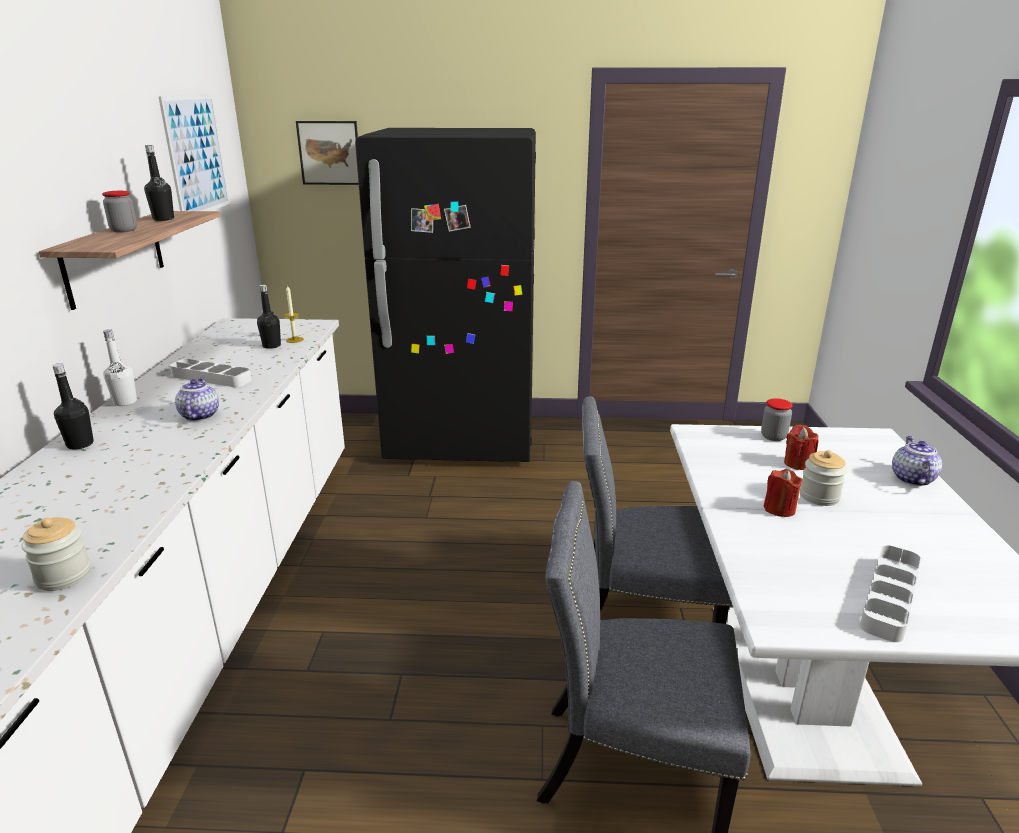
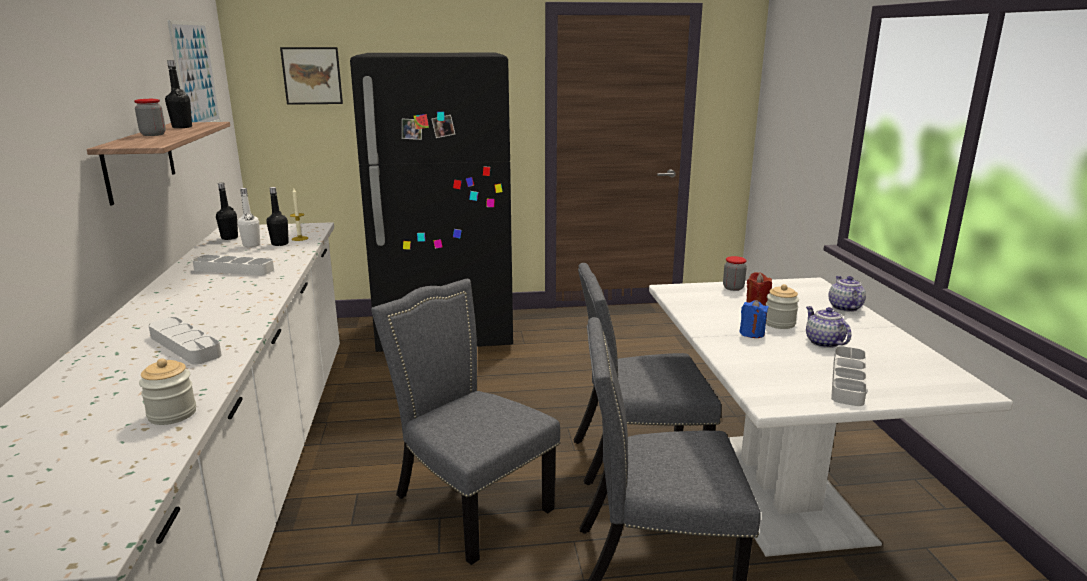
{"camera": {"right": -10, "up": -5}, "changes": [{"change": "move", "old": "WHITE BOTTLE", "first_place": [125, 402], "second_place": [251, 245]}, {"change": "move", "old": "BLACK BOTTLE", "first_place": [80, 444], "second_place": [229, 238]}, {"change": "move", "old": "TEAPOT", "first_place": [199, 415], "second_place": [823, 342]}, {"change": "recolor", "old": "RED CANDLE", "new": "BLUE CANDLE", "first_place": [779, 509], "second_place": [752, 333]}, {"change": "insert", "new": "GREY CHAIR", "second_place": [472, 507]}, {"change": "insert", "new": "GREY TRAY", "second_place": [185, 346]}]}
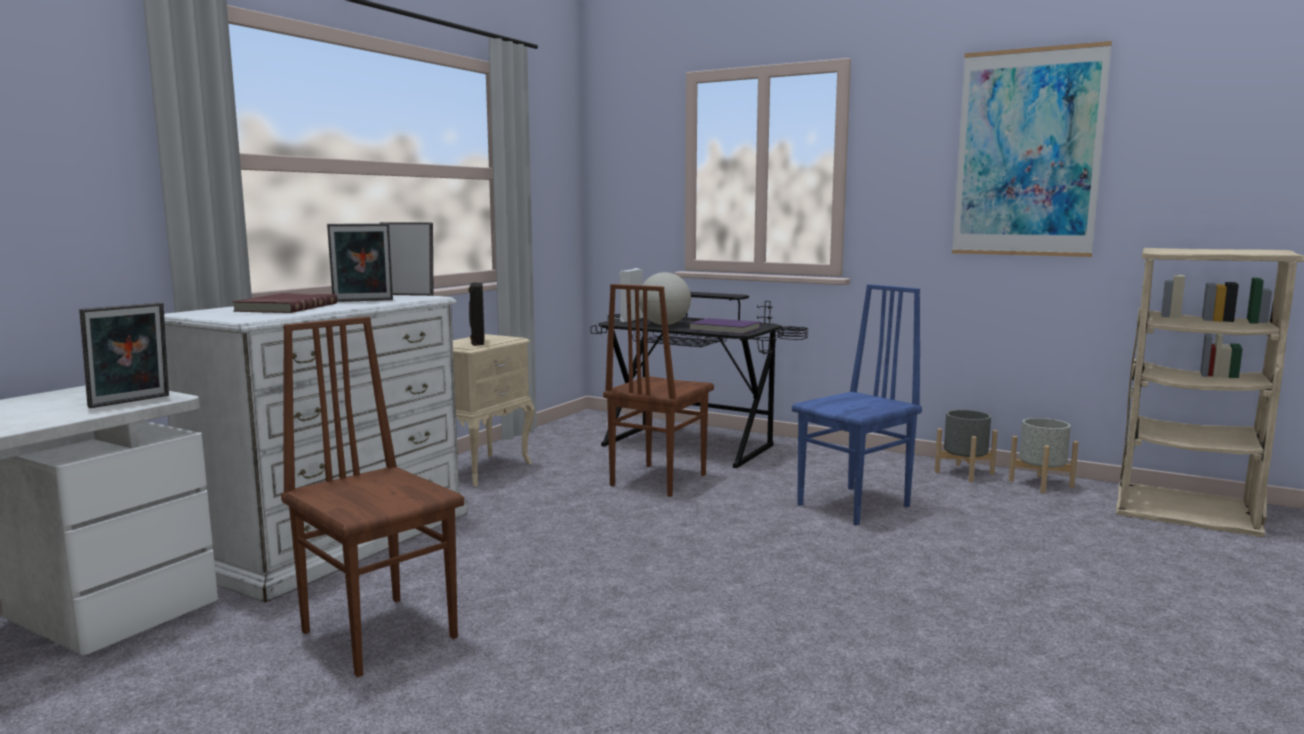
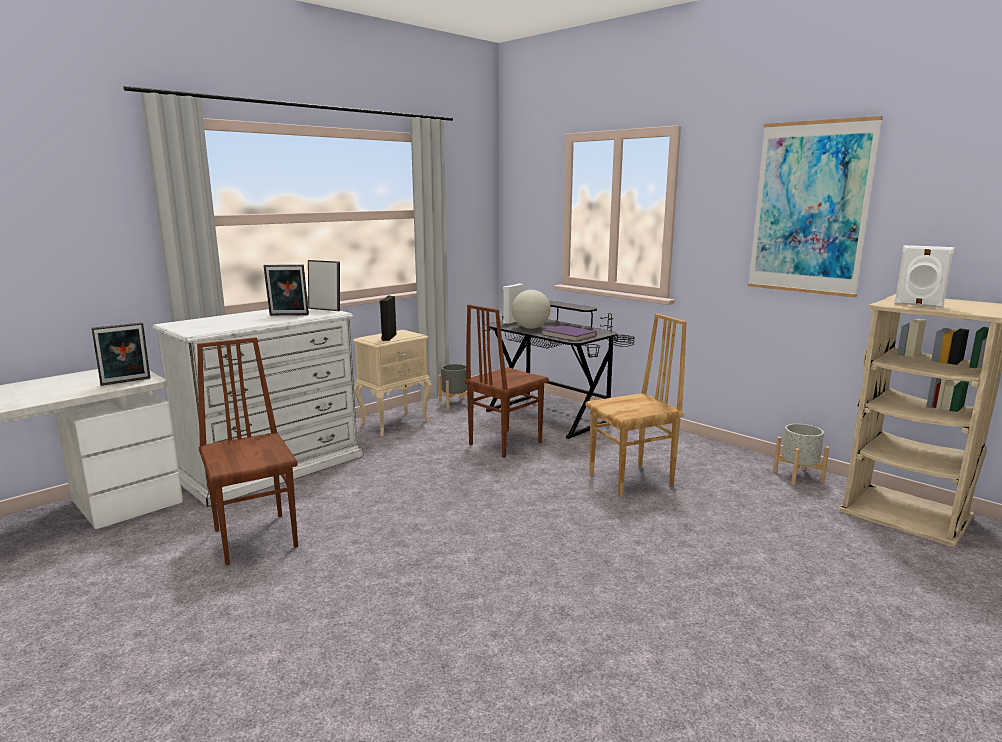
{"camera": {"right": 15, "up": 5}, "changes": [{"change": "recolor", "old": "BLUE CHAIR", "new": "BROWN CHAIR", "first_place": [855, 506], "second_place": [632, 480]}, {"change": "delete", "old": "RED BOOK", "first_place": [285, 307]}, {"change": "move", "old": "GREY PLANTER", "first_place": [964, 473], "second_place": [455, 403]}, {"change": "insert", "new": "WHITE SPEAKER", "second_place": [918, 305]}]}
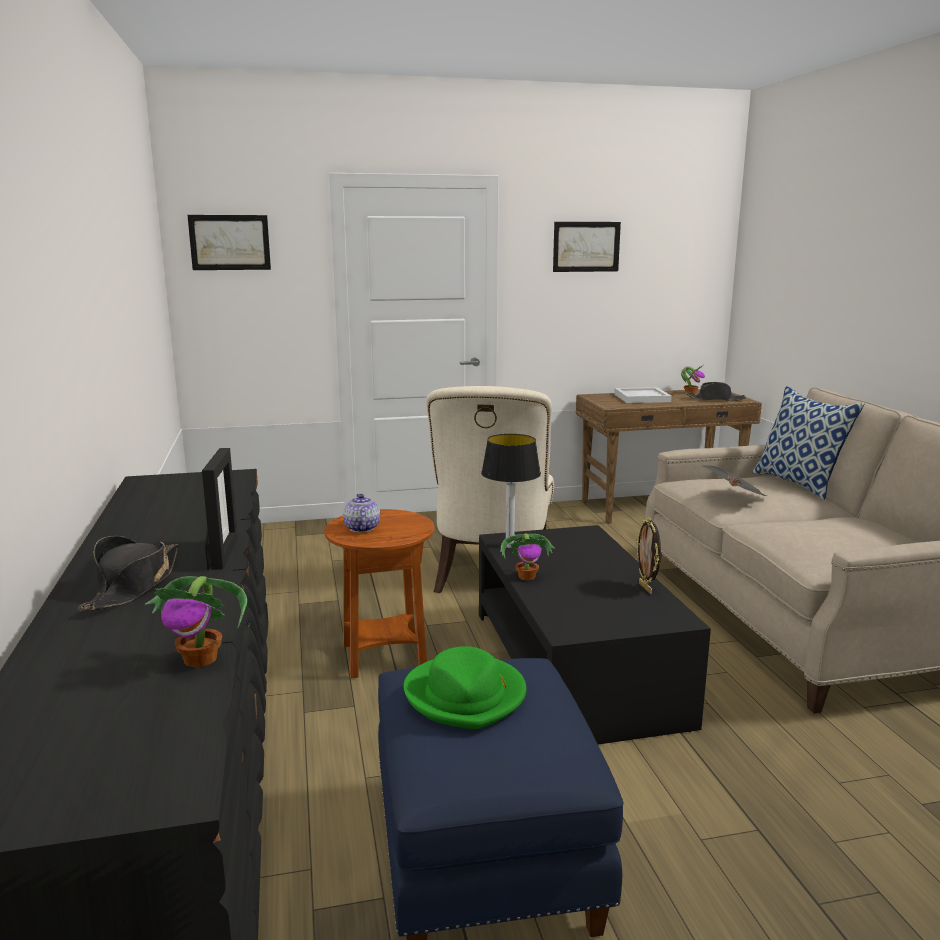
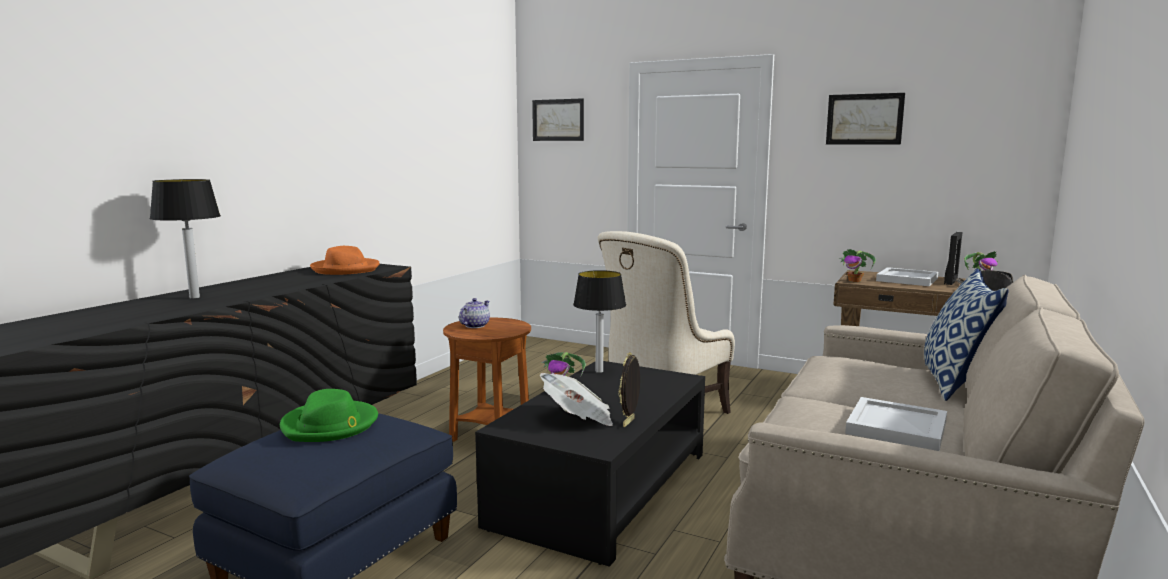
{"camera": {"right": 40, "up": -5}, "changes": [{"change": "move", "old": "PICTURE FRAME", "first_place": [223, 553], "second_place": [950, 281]}, {"change": "move", "old": "NEWSPAPER", "first_place": [735, 498], "second_place": [578, 418]}, {"change": "replace", "old": "BLACK HAT", "new": "TABLE LAMP", "first_place": [133, 586], "second_place": [193, 297]}, {"change": "move", "old": "POTTED PLANT", "first_place": [202, 659], "second_place": [855, 281]}, {"change": "insert", "new": "ORANGE HAT", "second_place": [346, 269]}, {"change": "insert", "new": "WHITE TRAY", "second_place": [898, 427]}]}
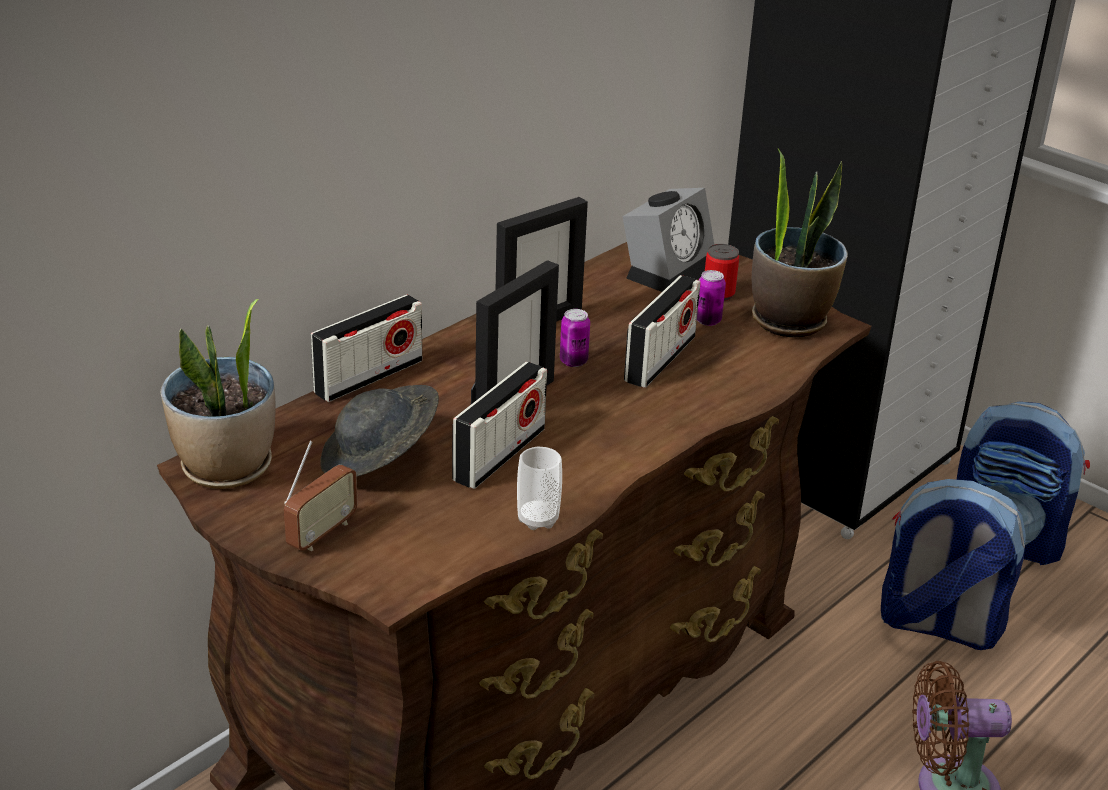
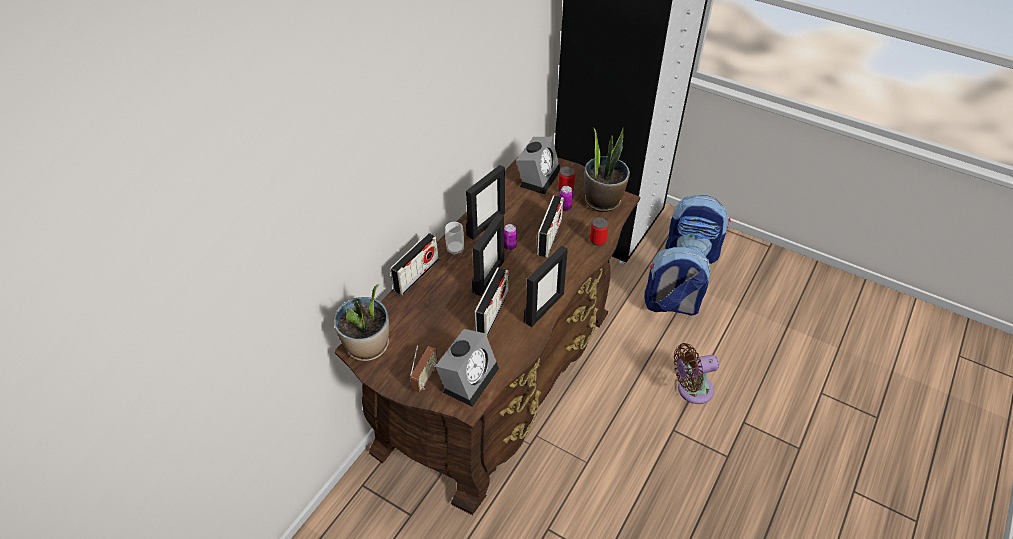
{"camera": {"right": -10, "up": 15}, "changes": [{"change": "delete", "old": "GREY HAT", "first_place": [379, 459]}, {"change": "move", "old": "CUP", "first_place": [538, 519], "second_place": [455, 249]}, {"change": "insert", "new": "CAN", "second_place": [598, 240]}, {"change": "insert", "new": "PICTURE FRAME", "second_place": [544, 308]}, {"change": "insert", "new": "ALARM CLOCK", "second_place": [469, 377]}]}
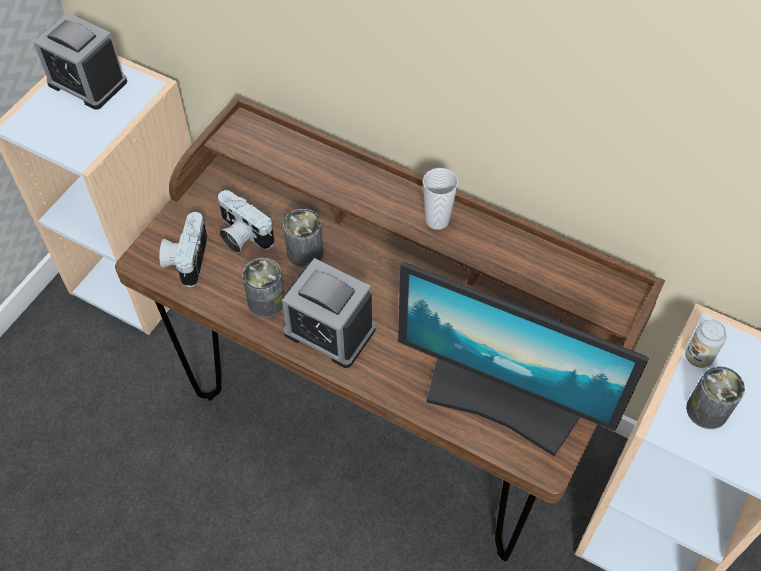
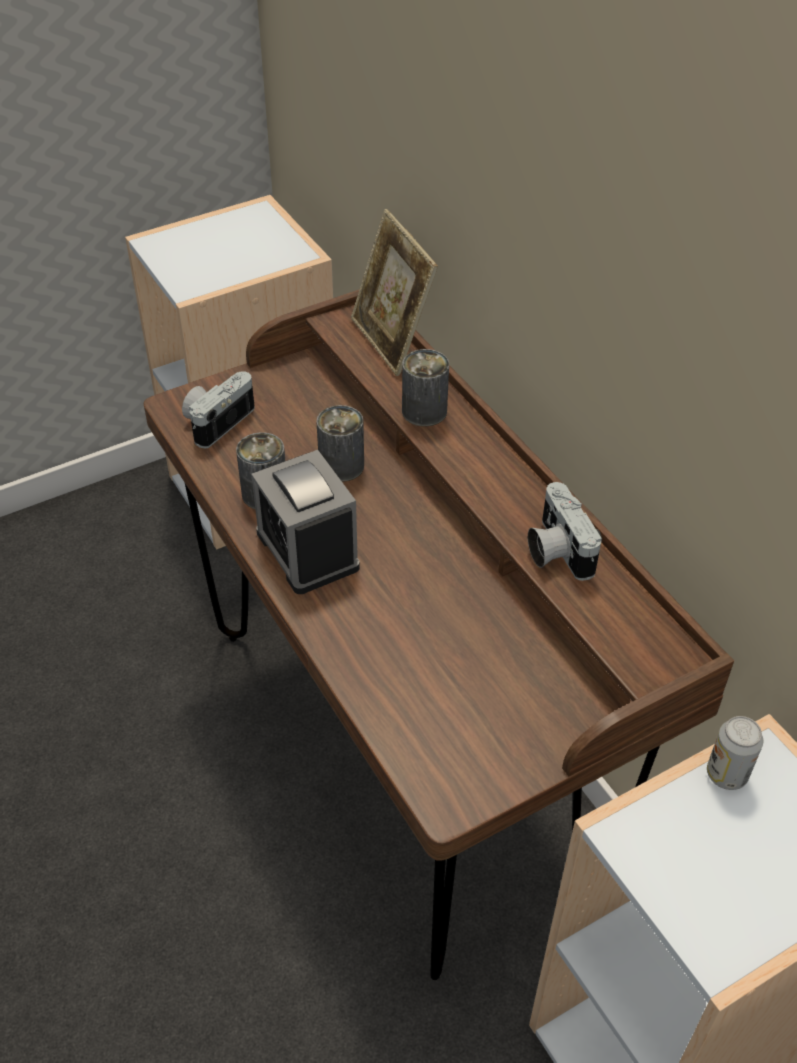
{"camera": {"right": 30, "up": -10}, "changes": [{"change": "delete", "old": "ALARM CLOCK", "first_place": [87, 82]}, {"change": "delete", "old": "CUP", "first_place": [437, 220]}, {"change": "move", "old": "PHOTO CAMERA", "first_place": [241, 235], "second_place": [555, 550]}, {"change": "delete", "old": "MONITOR", "first_place": [502, 400]}, {"change": "move", "old": "CAN", "first_place": [707, 410], "second_place": [424, 411]}, {"change": "insert", "new": "PICTURE FRAME", "second_place": [391, 342]}]}
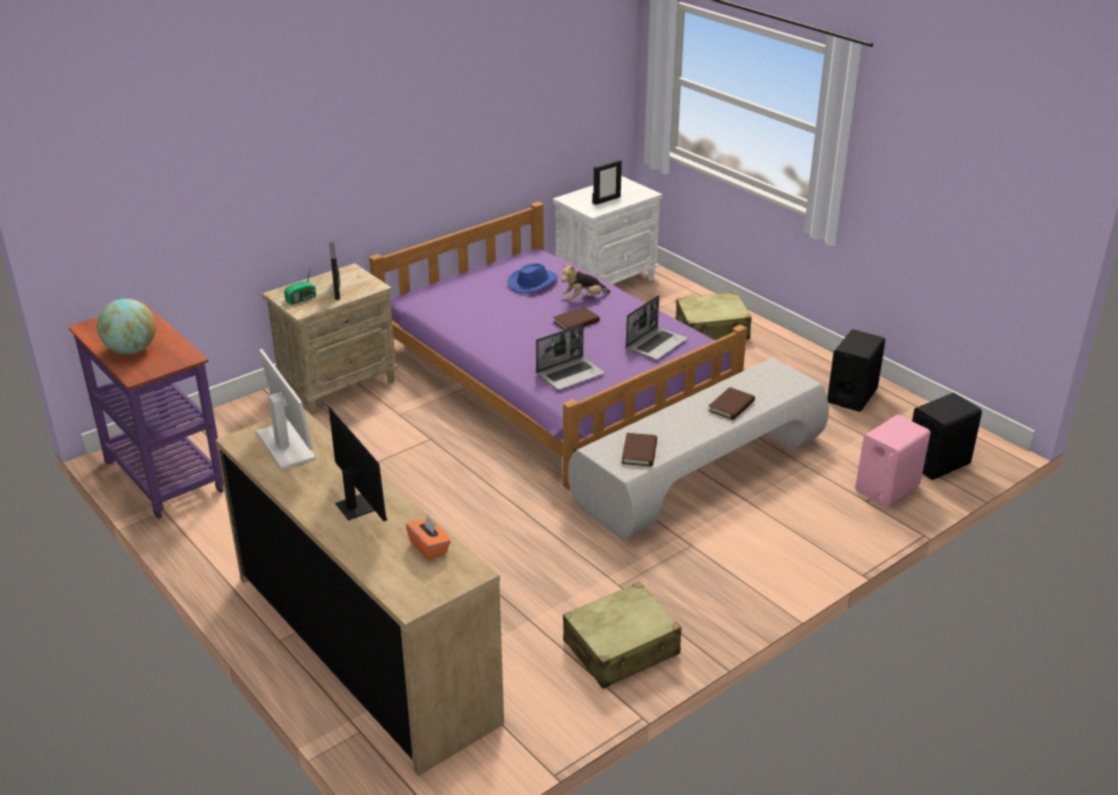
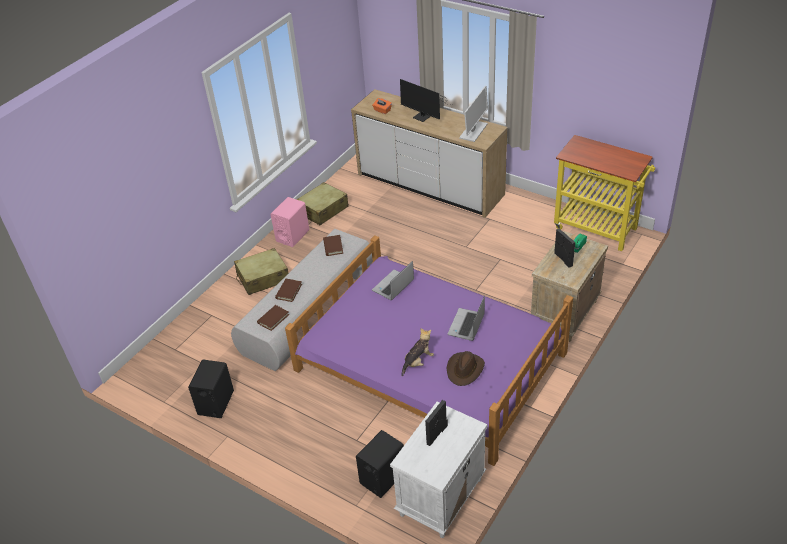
{"camera": {"right": 165, "up": 10}, "changes": [{"change": "recolor", "old": "BLUE HAT", "new": "BROWN HAT", "first_place": [533, 283], "second_place": [465, 369]}, {"change": "move", "old": "BEIGE SUITCASE", "first_place": [712, 330], "second_place": [263, 278]}, {"change": "move", "old": "LAPTOP", "first_place": [656, 344], "second_place": [466, 325]}, {"change": "delete", "old": "GLOBE", "first_place": [131, 350]}, {"change": "recolor", "old": "PURPLE CART", "new": "YELLOW CART", "first_place": [163, 476], "second_place": [596, 229]}, {"change": "move", "old": "BROWN BOOK", "first_place": [576, 322], "second_place": [273, 319]}, {"change": "rotate", "old": "MONITOR", "first_place": [286, 446], "second_place": [473, 131], "degrees": -105}, {"change": "move", "old": "BLACK SPEAKER", "first_place": [937, 463], "second_place": [382, 478]}, {"change": "move", "old": "PINK SPEAKER", "first_place": [887, 488], "second_place": [293, 235]}]}
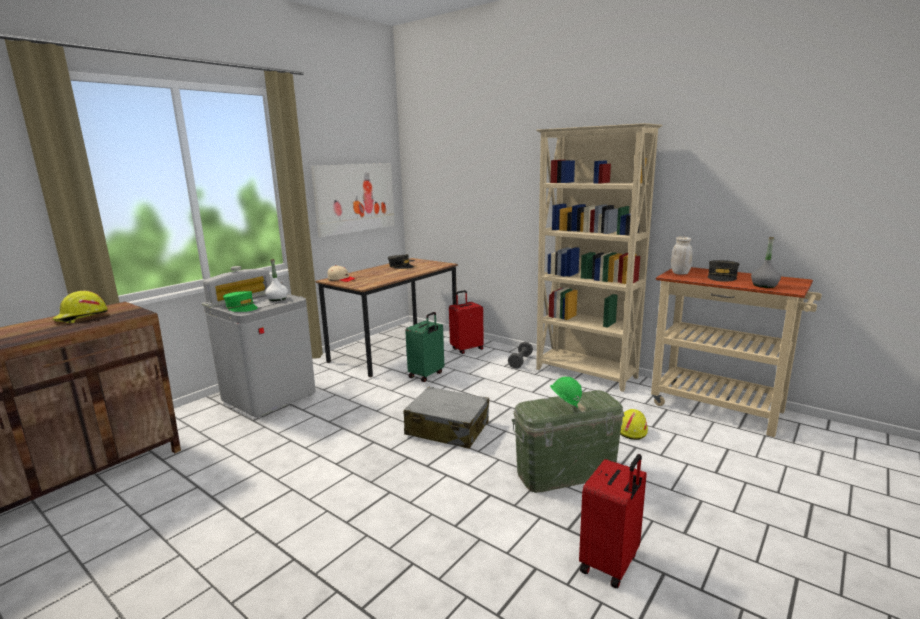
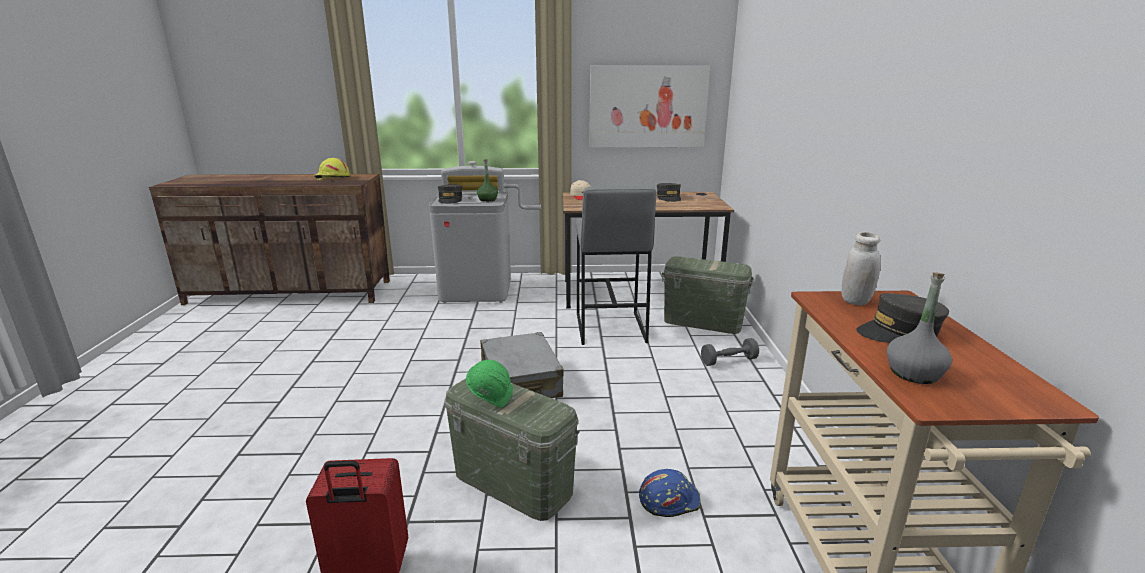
{"camera": {"right": 50, "up": 5}, "changes": [{"change": "delete", "old": "BEIGE BOOKCASE", "first_place": [586, 374]}, {"change": "recolor", "old": "WHITE BOTTLE", "new": "GREEN BOTTLE", "first_place": [277, 299], "second_place": [487, 200]}, {"change": "replace", "old": "RED SUITCASE", "new": "GREEN STORAGE BOX", "first_place": [466, 349], "second_place": [703, 322]}, {"change": "recolor", "old": "GREEN CAP", "new": "GREY CAP", "first_place": [241, 308], "second_place": [450, 200]}, {"change": "replace", "old": "GREEN SUITCASE", "new": "GREY STOOL", "first_place": [427, 375], "second_place": [610, 328]}, {"change": "recolor", "old": "YELLOW HARD HAT", "new": "BLUE HARD HAT", "first_place": [630, 430], "second_place": [668, 499]}]}
